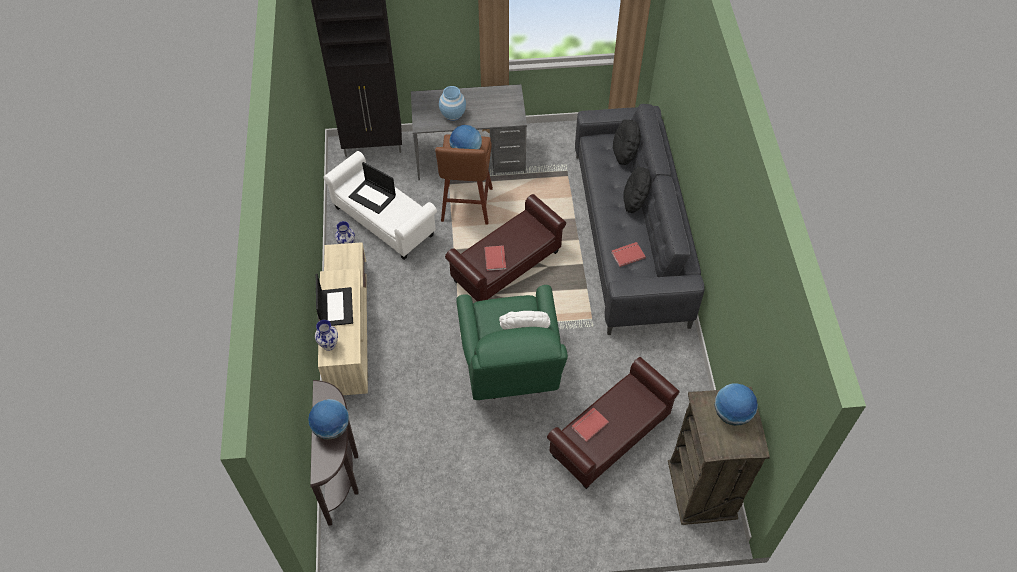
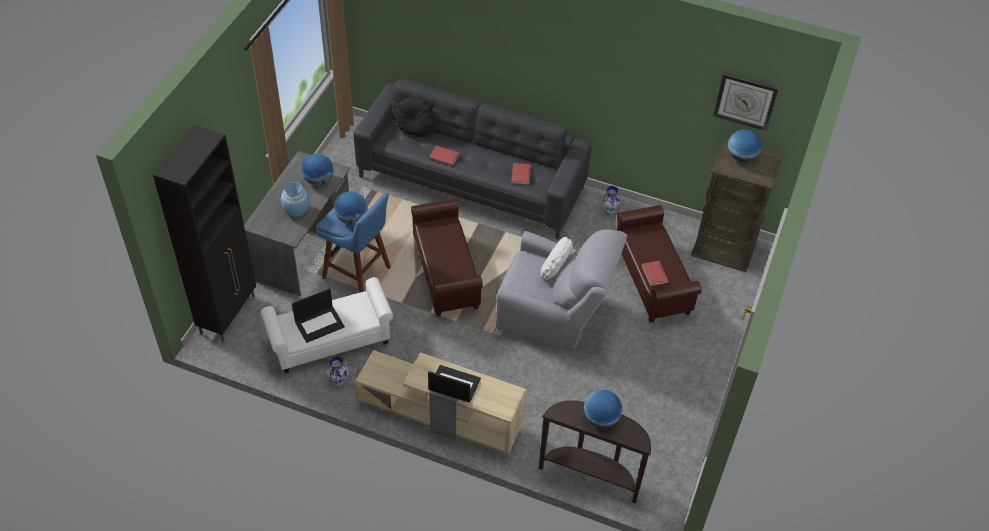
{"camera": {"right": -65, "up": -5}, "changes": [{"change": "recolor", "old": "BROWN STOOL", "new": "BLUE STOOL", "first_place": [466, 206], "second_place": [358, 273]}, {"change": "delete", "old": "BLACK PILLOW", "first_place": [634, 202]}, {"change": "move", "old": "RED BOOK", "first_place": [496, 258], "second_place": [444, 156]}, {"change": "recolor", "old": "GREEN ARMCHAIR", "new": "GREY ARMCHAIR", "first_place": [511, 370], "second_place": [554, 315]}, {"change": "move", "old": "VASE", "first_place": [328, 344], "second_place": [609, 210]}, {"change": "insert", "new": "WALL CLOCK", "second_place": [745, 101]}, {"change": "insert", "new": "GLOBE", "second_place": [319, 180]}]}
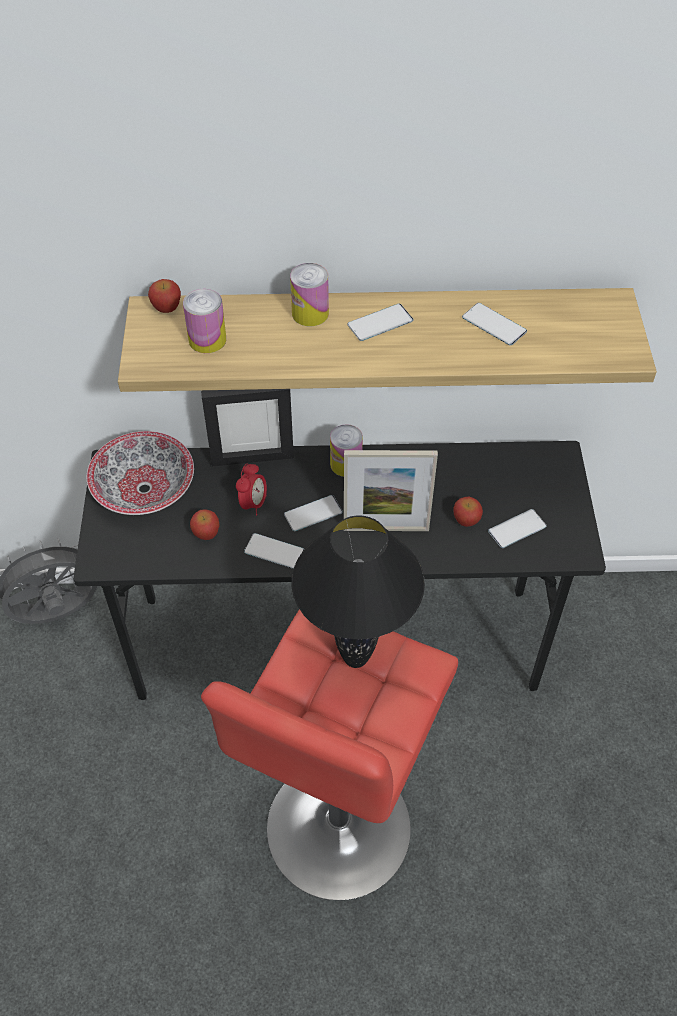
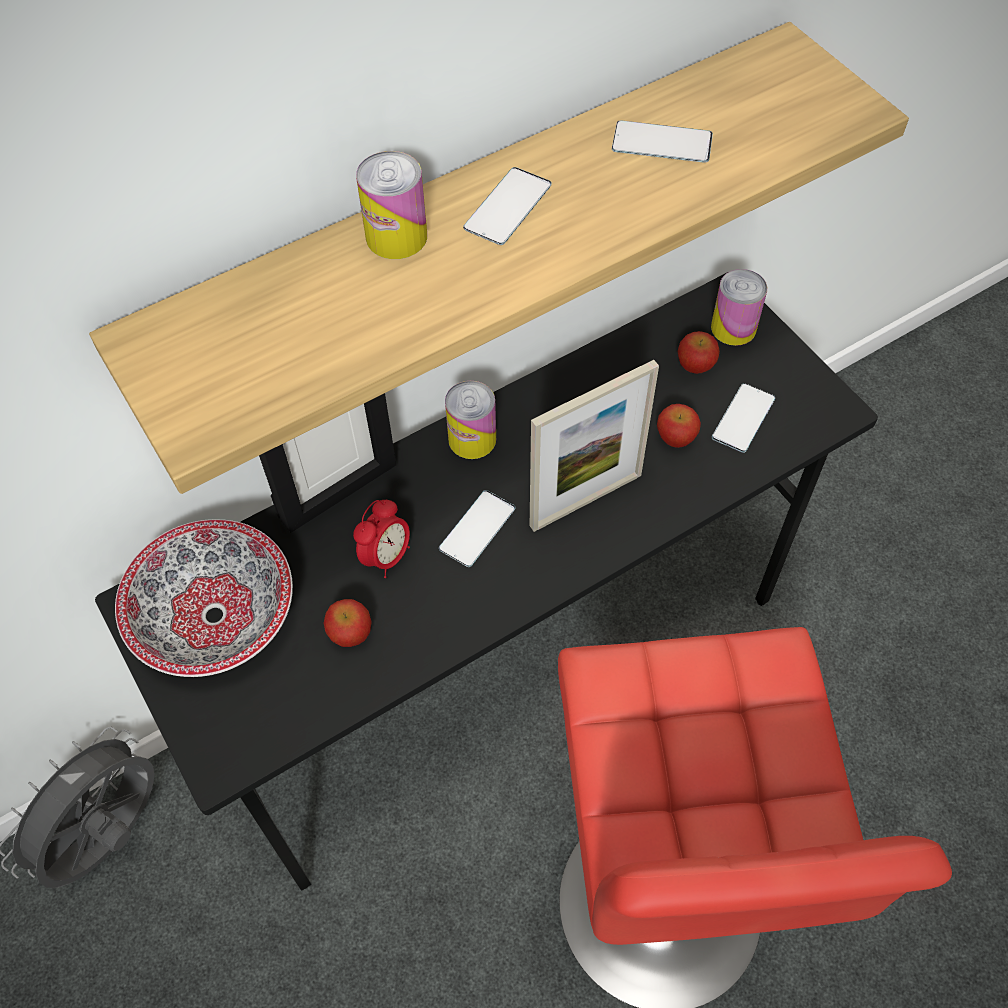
{"camera": {"right": -30, "up": 5}, "changes": [{"change": "move", "old": "APPLE", "first_place": [167, 308], "second_place": [695, 365]}, {"change": "move", "old": "CAN", "first_place": [207, 339], "second_place": [733, 328]}, {"change": "rotate", "old": "ALARM CLOCK", "first_place": [253, 503], "second_place": [386, 556], "degrees": 45}, {"change": "delete", "old": "BLACK TABLE LAMP", "first_place": [357, 657]}, {"change": "delete", "old": "PHONE", "first_place": [274, 551]}]}
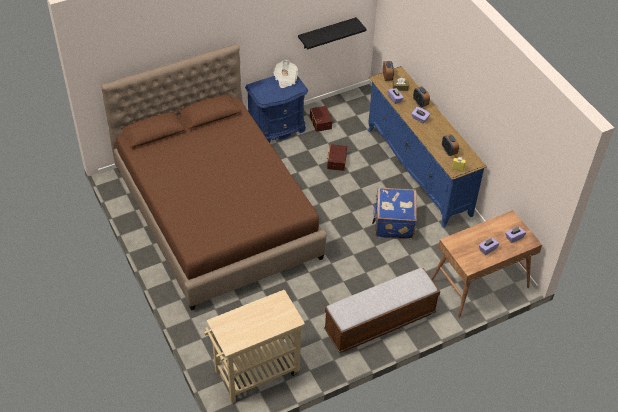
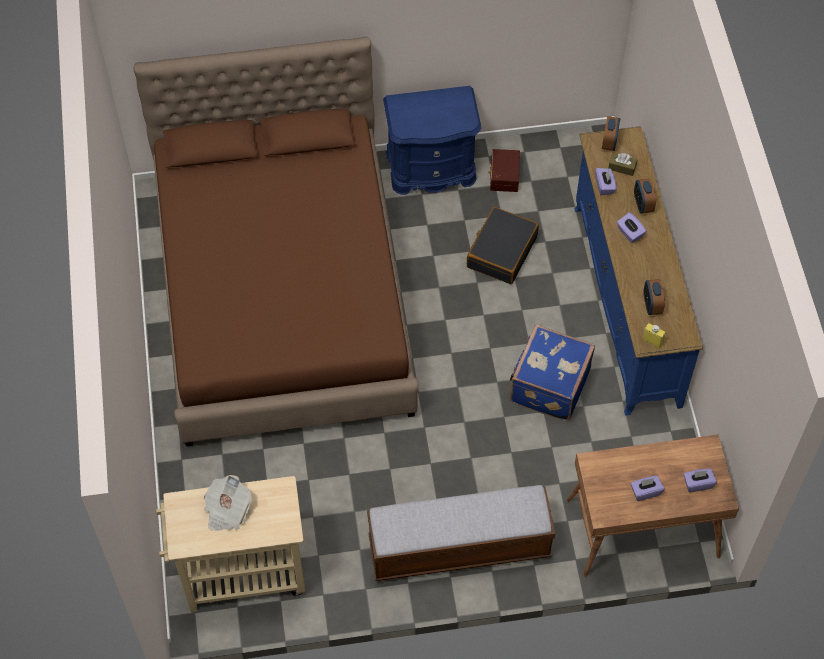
{"camera": {"right": 20, "up": 10}, "changes": [{"change": "delete", "old": "BLACK SHELF", "first_place": [327, 33]}, {"change": "move", "old": "NEWSPAPER", "first_place": [285, 79], "second_place": [227, 510]}, {"change": "replace", "old": "BROWN STORAGE BOX", "new": "BLACK SUITCASE", "first_place": [336, 161], "second_place": [501, 251]}]}
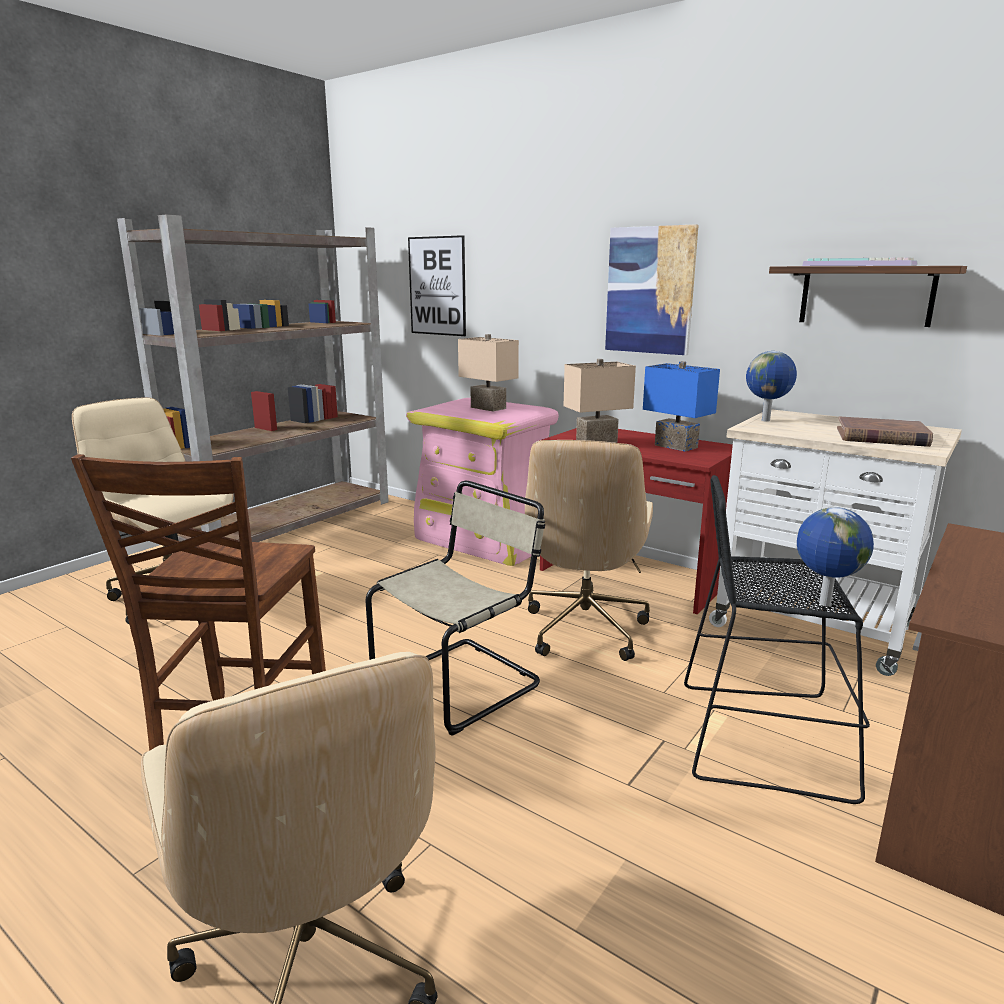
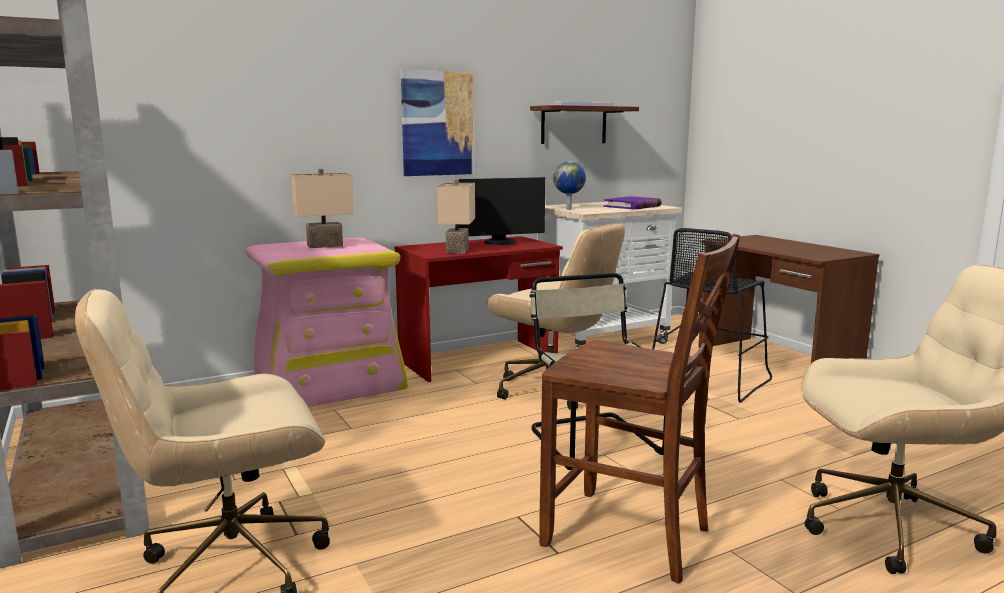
{"camera": {"right": -65, "up": -5}, "changes": [{"change": "delete", "old": "PICTURE", "first_place": [437, 286]}, {"change": "replace", "old": "BLUE TABLE LAMP", "new": "MONITOR", "first_place": [677, 446], "second_place": [501, 242]}, {"change": "recolor", "old": "BROWN BOOK", "new": "PURPLE BOOK", "first_place": [881, 437], "second_place": [632, 206]}, {"change": "delete", "old": "GLOBE", "first_place": [823, 604]}]}
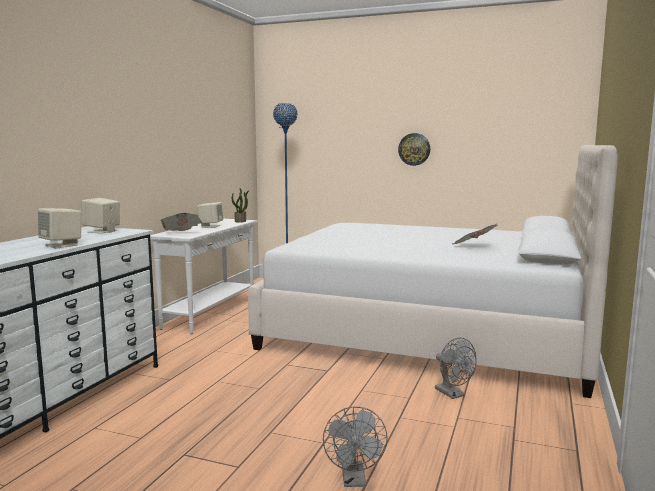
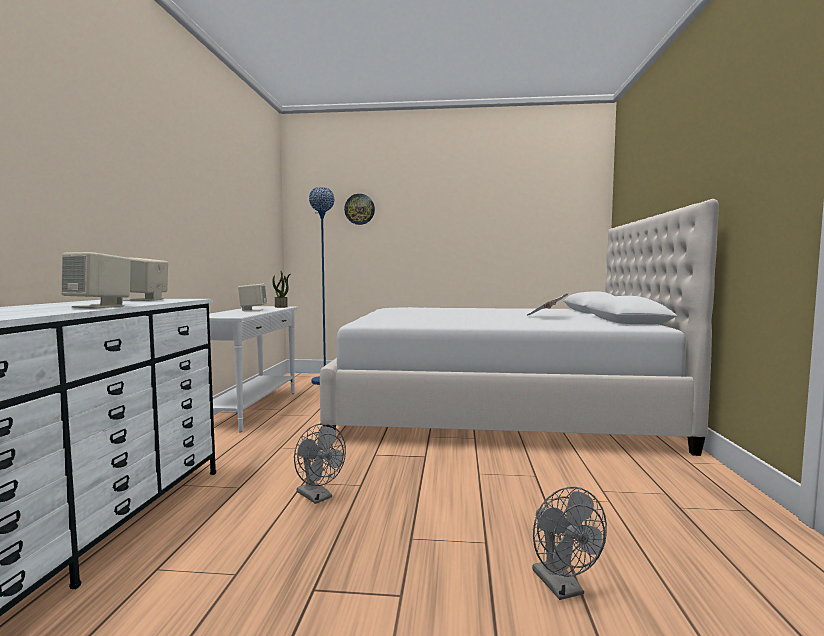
{"camera": {"right": -15, "up": -5}, "changes": [{"change": "move", "old": "WALL CLOCK", "first_place": [414, 149], "second_place": [359, 209]}, {"change": "delete", "old": "NEWSPAPER", "first_place": [181, 233]}, {"change": "move", "old": "GREY FAN", "first_place": [453, 394], "second_place": [318, 497]}]}
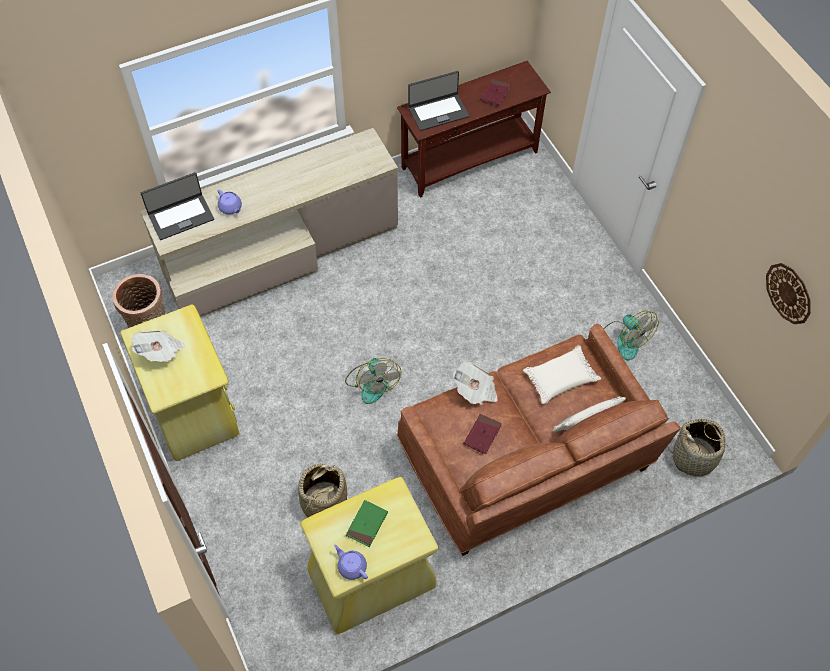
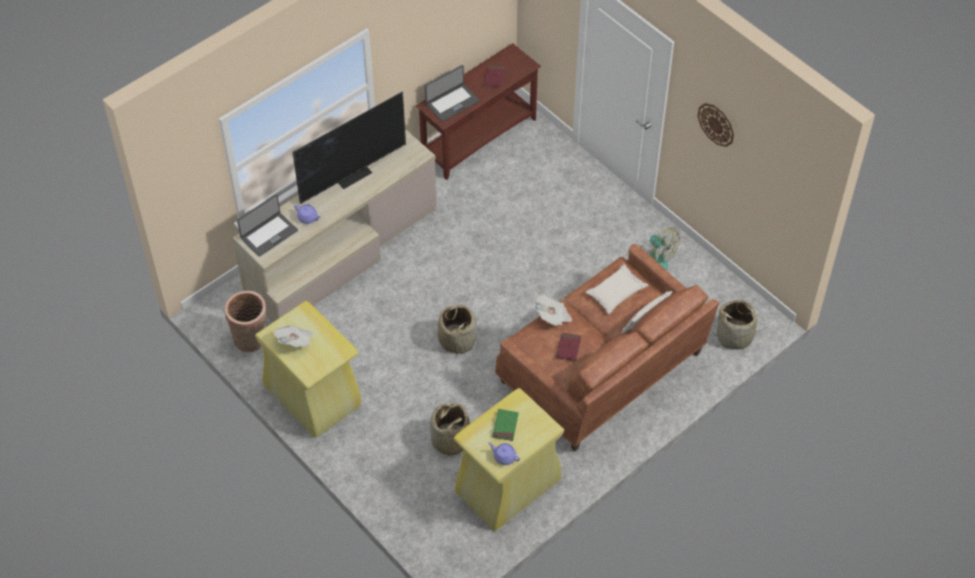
{"camera": {"right": -15, "up": -5}, "changes": [{"change": "move", "old": "WALL CLOCK", "first_place": [789, 293], "second_place": [716, 124]}, {"change": "replace", "old": "FAN", "new": "BASKET", "first_place": [372, 383], "second_place": [457, 339]}, {"change": "insert", "new": "TELEVISION", "second_place": [353, 174]}]}
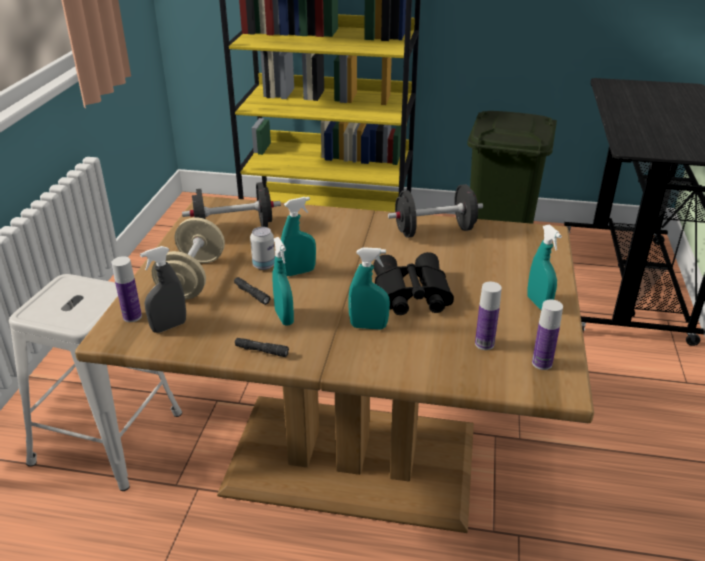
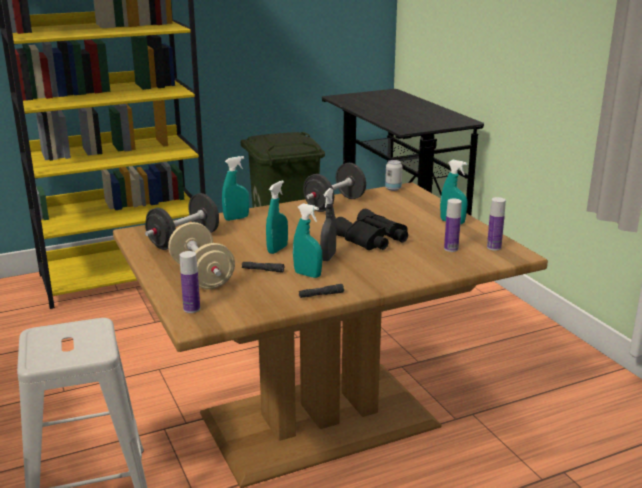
{"camera": {"right": -35, "up": -10}, "changes": [{"change": "move", "old": "CAN", "first_place": [264, 265], "second_place": [393, 189]}, {"change": "move", "old": "GREY SPRAY BOTTLE", "first_place": [169, 326], "second_place": [328, 257]}, {"change": "move", "old": "TURQUOISE SPRAY BOTTLE", "first_place": [368, 326], "second_place": [236, 218]}]}
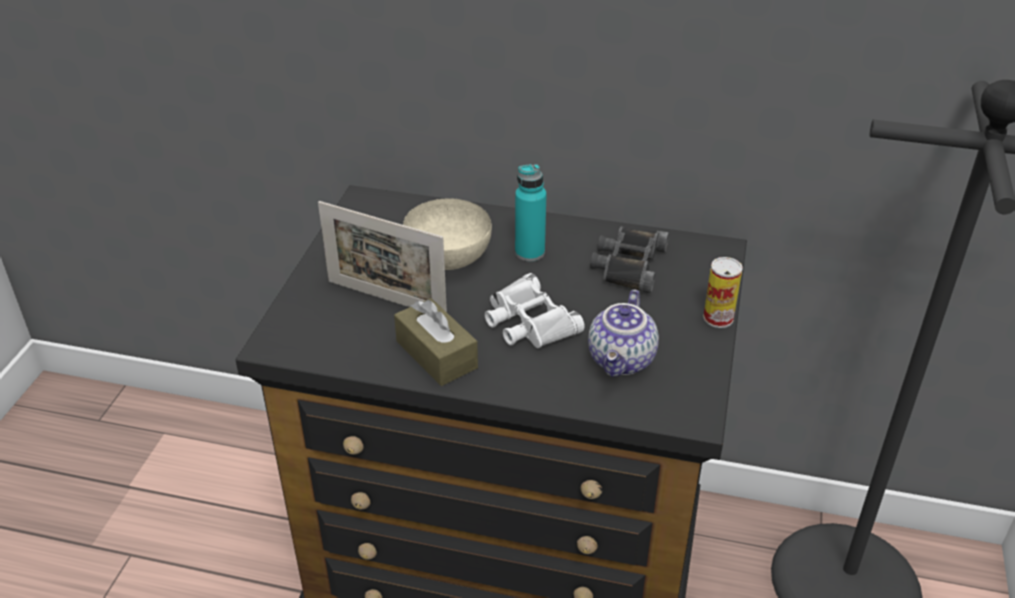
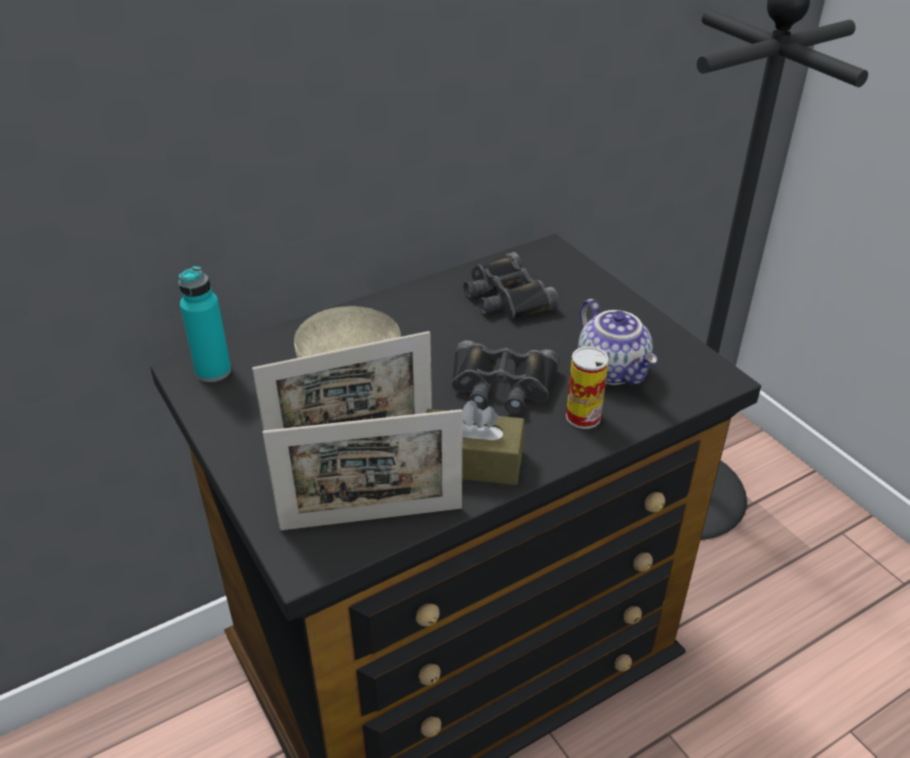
{"camera": {"right": -45, "up": 0}, "changes": [{"change": "move", "old": "TURQUOISE BOTTLE", "first_place": [529, 252], "second_place": [213, 371]}, {"change": "move", "old": "CAN", "first_place": [718, 318], "second_place": [583, 417]}, {"change": "recolor", "old": "WHITE BINOCULARS", "new": "BLACK BINOCULARS", "first_place": [528, 322], "second_place": [502, 386]}, {"change": "insert", "new": "PICTURE FRAME", "second_place": [371, 518]}]}
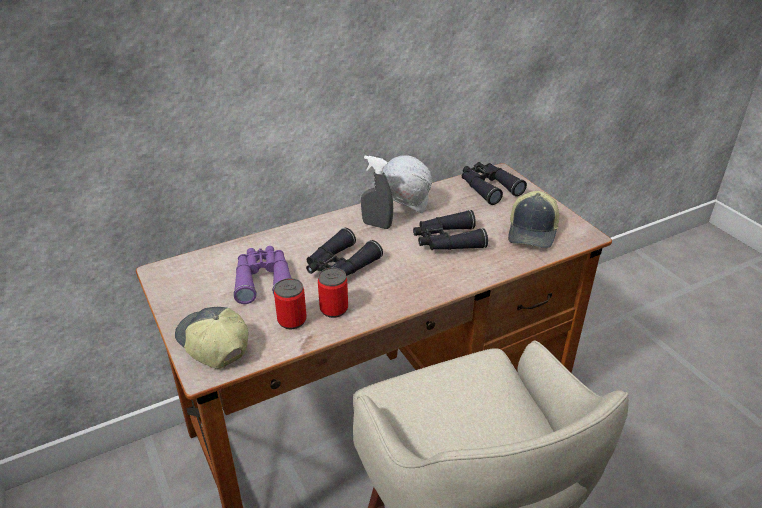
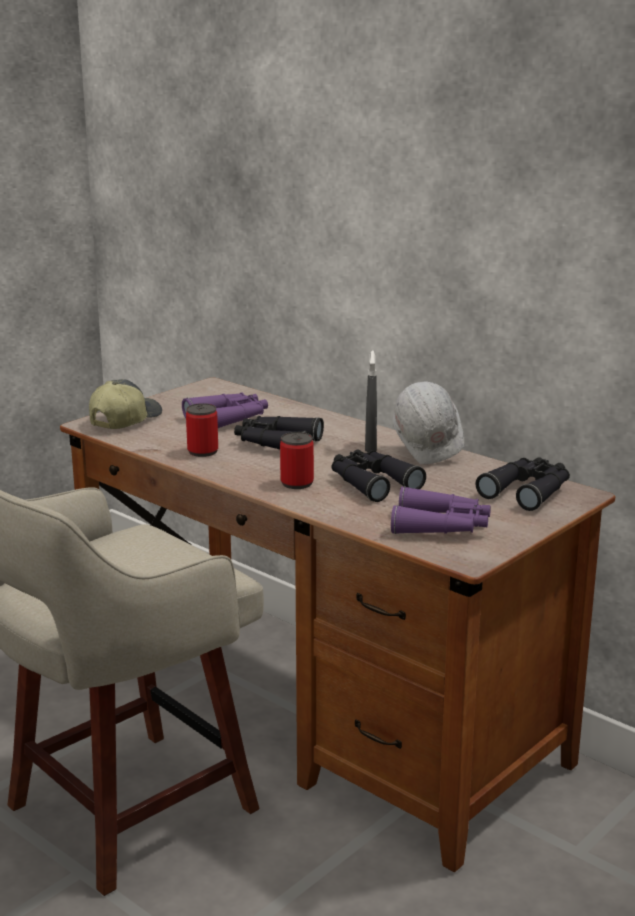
{"camera": {"right": 70, "up": -15}, "changes": [{"change": "replace", "old": "CAP", "new": "PURPLE BINOCULARS", "first_place": [533, 232], "second_place": [441, 526]}, {"change": "move", "old": "CAN", "first_place": [292, 320], "second_place": [297, 483]}]}
